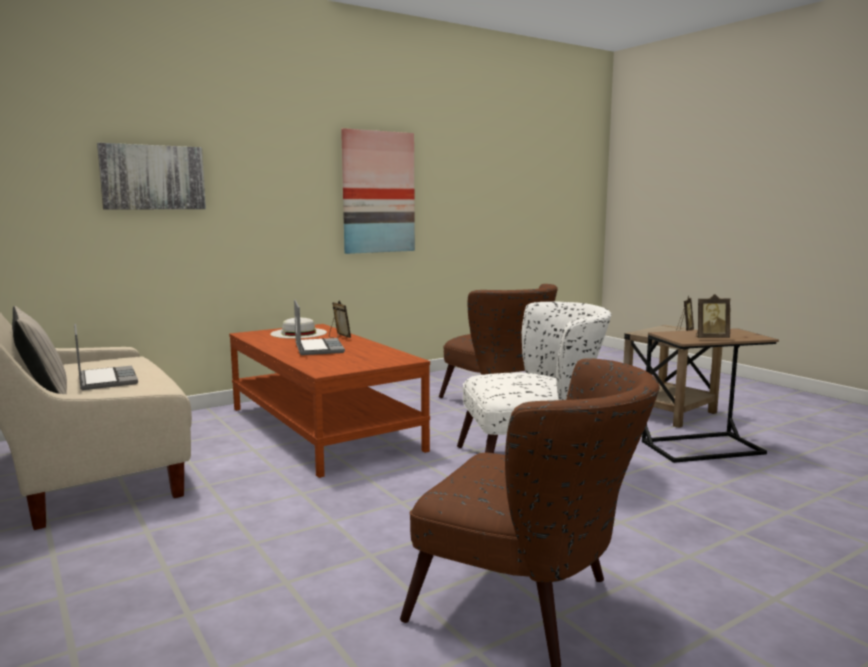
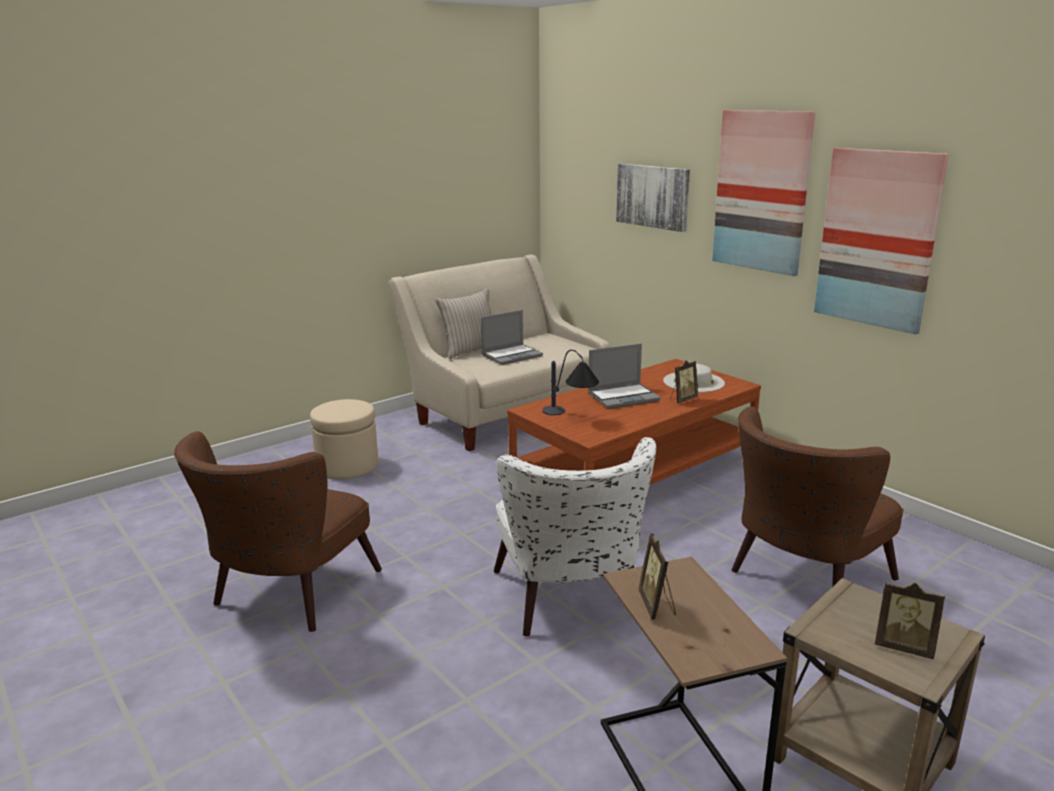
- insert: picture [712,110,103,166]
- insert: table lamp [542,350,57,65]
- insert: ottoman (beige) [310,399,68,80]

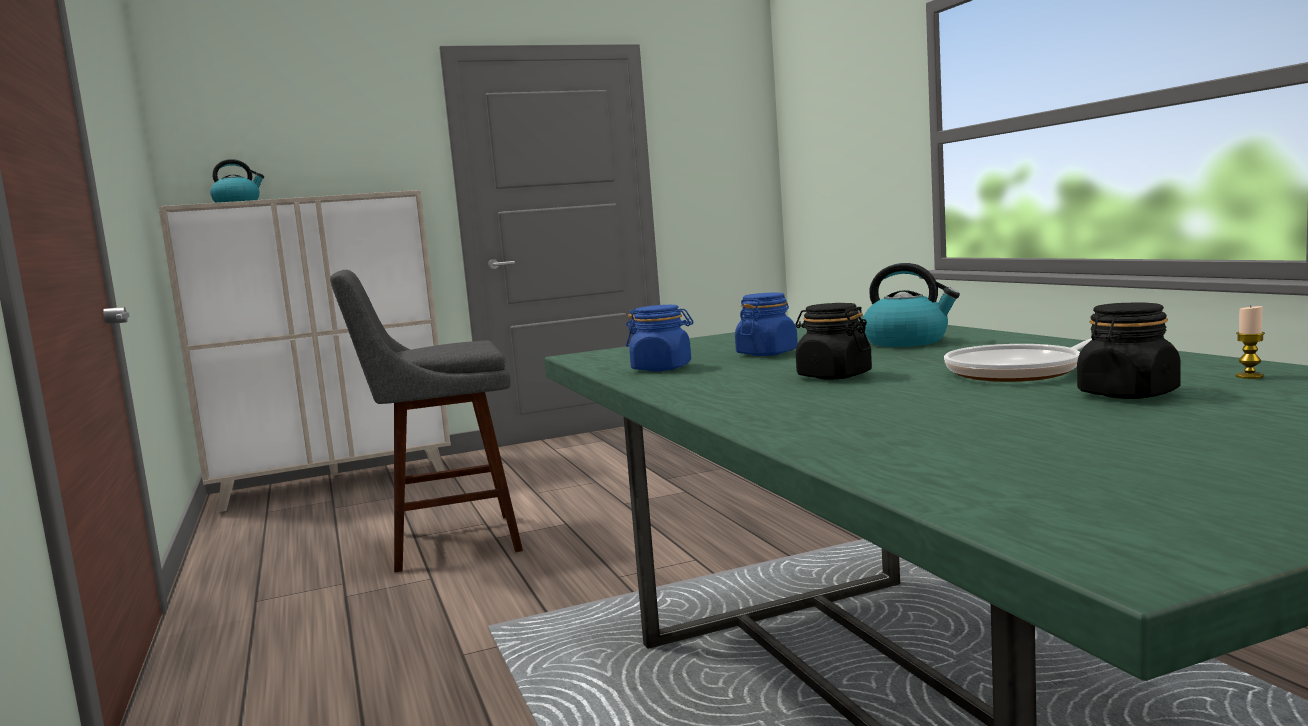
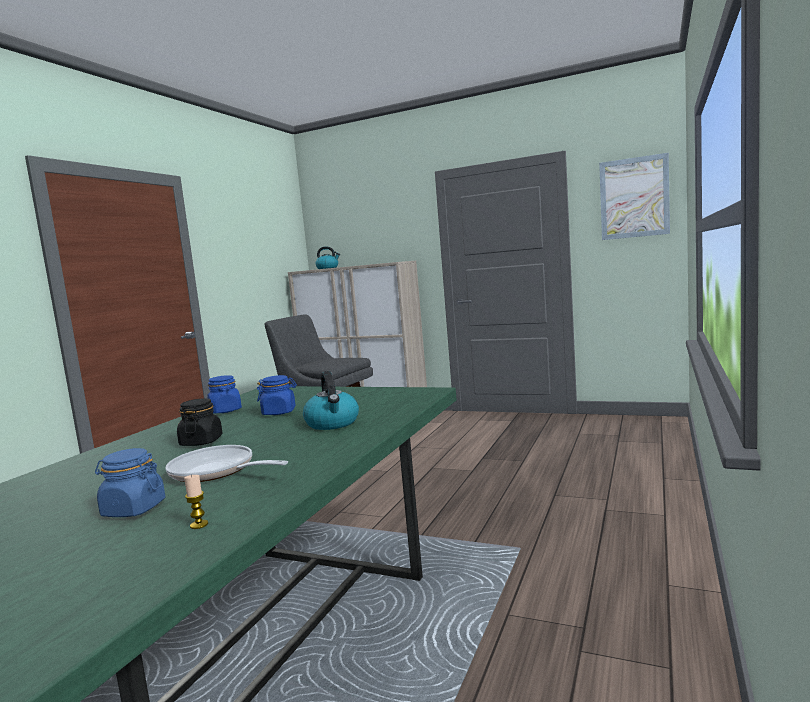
- recolor: jar (black) [1077,302,104,97] to jar (blue) [95,448,70,69]
- insert: picture [599,153,71,87]

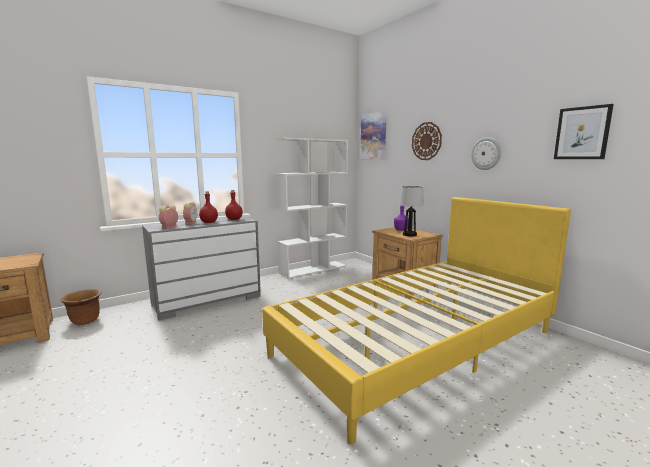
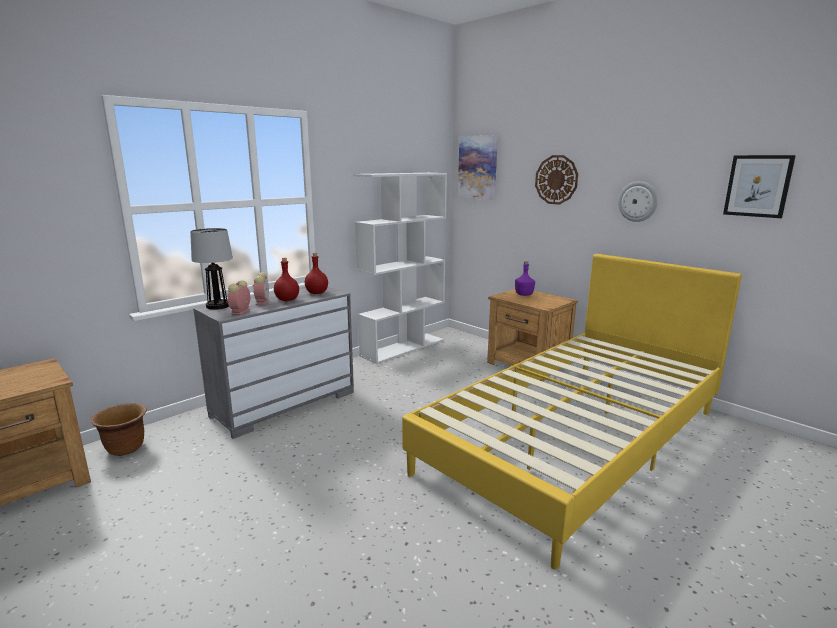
- move: table lamp [399,186,25,50] to [190,228,43,82]

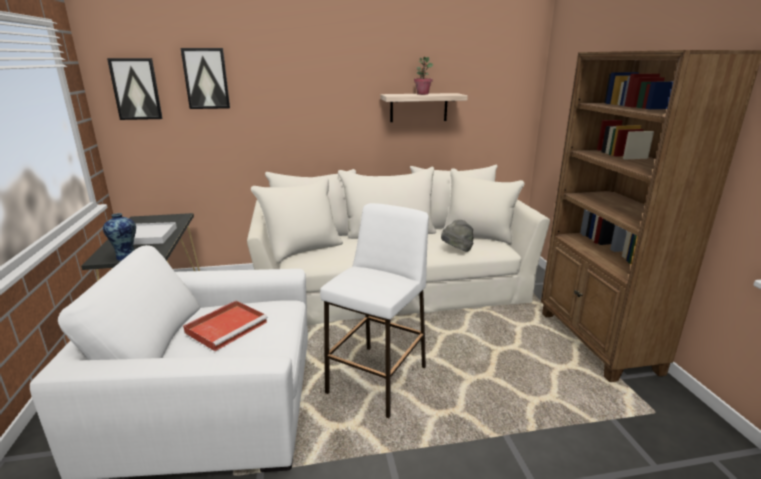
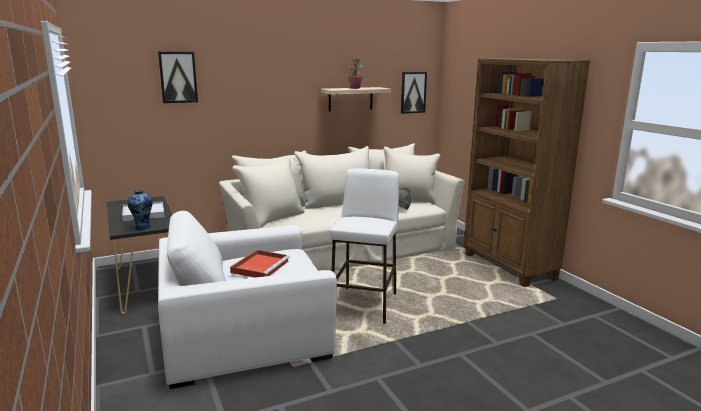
- move: picture [107,58,56,62] to [401,72,26,42]

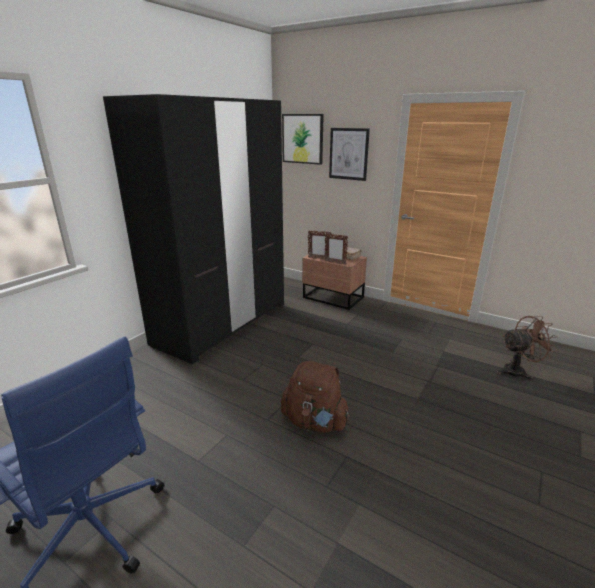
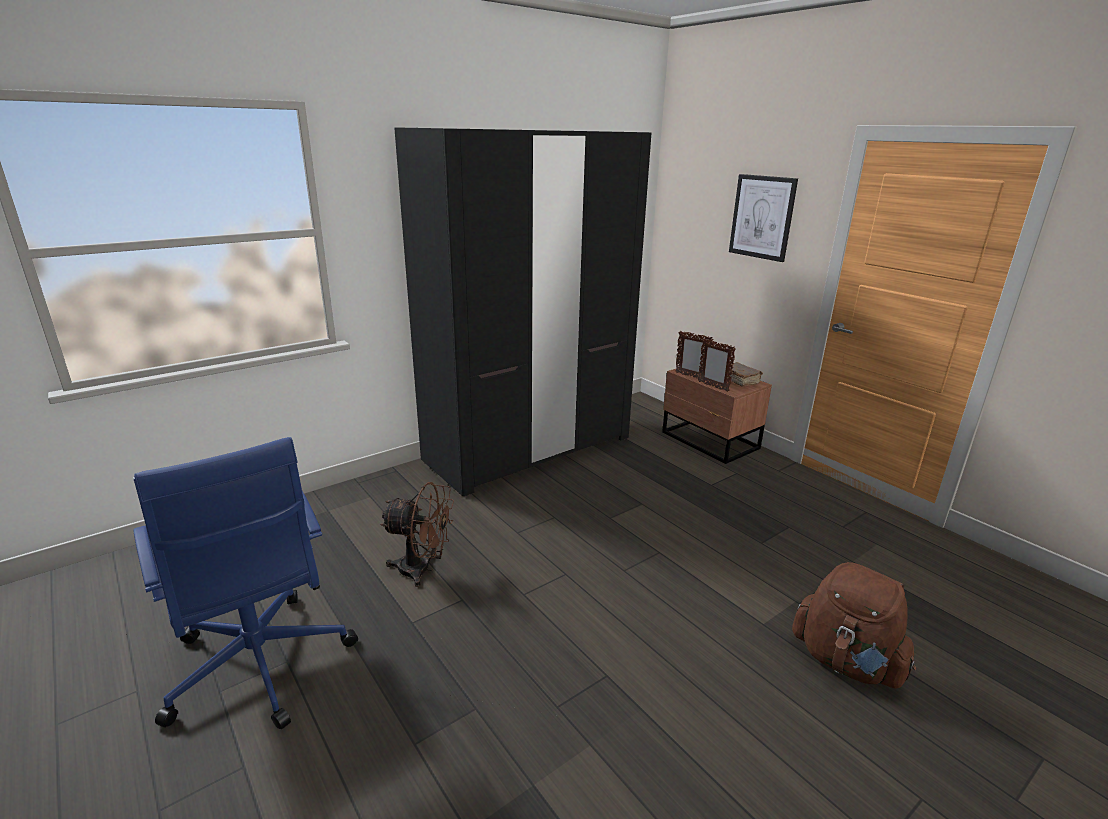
- delete: picture [282,114,42,51]
- move: fan (brown) [497,316,60,65] to [380,482,74,105]
- move: backpack (brown) [281,361,69,72] to [792,562,124,126]

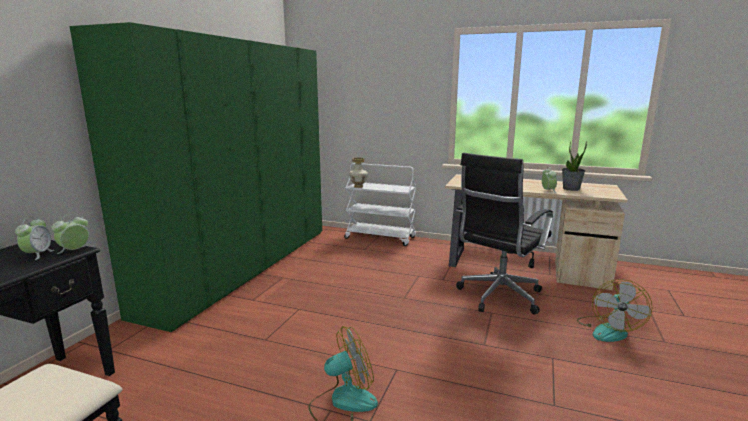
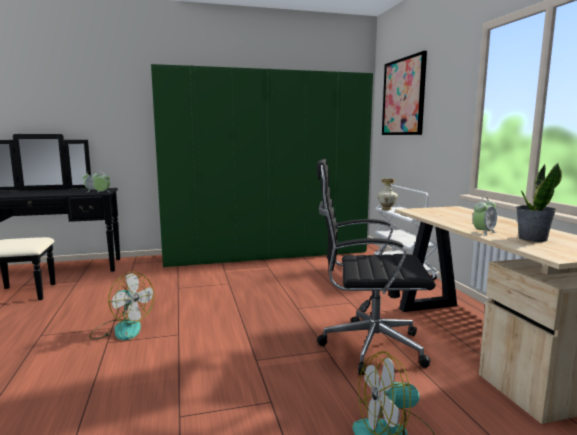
- insert: picture [382,51,45,84]

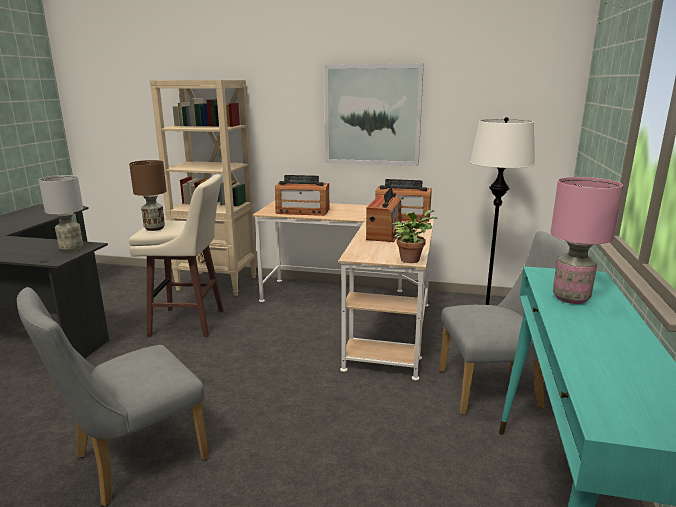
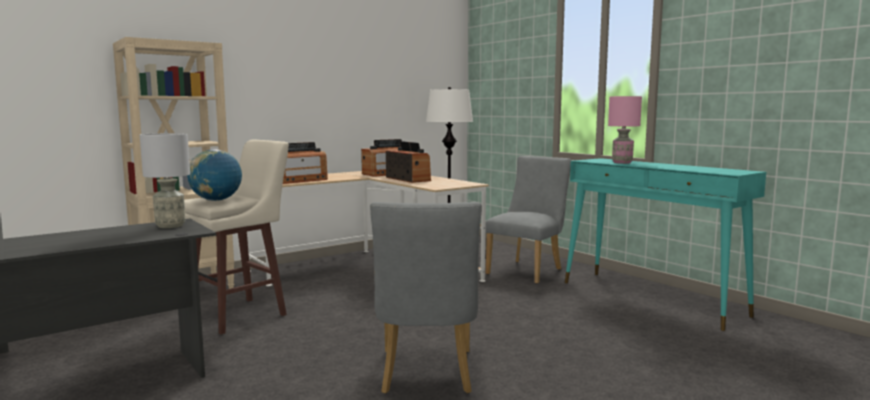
- delete: picture [324,64,100,102]
- replace: table lamp (brown) [129,160,38,71] to globe [187,149,55,52]
- delete: potted plant [392,210,45,53]

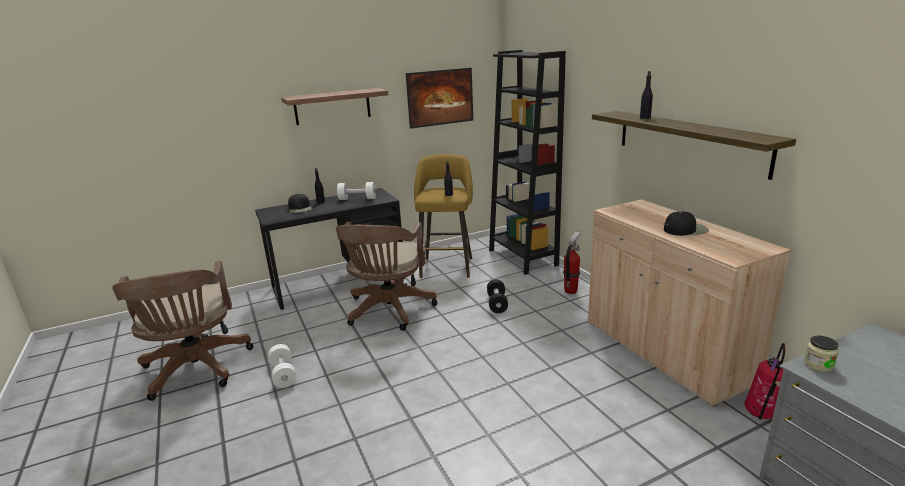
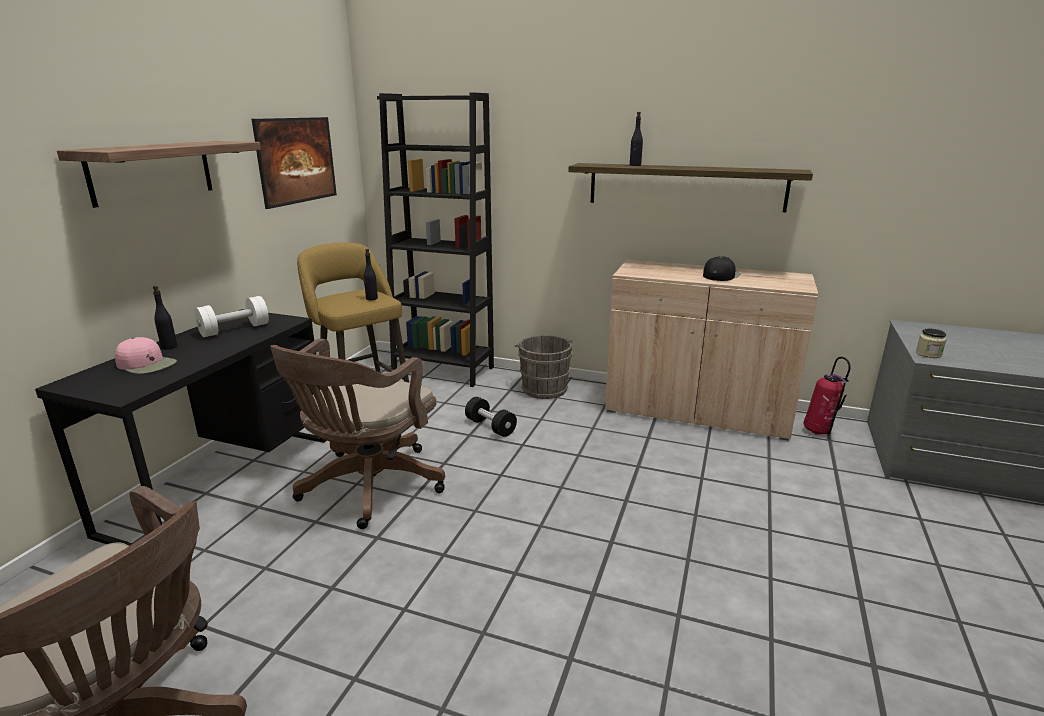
- recolor: cap (black) [288,194,24,19] to cap (pink) [115,337,62,37]
- rotate: office chair (brown) [336,222,102,109] = [270,339,175,190] 60 degrees clockwise
- replace: fire extinguisher [563,231,18,63] to bucket (grey) [515,335,58,64]
- delete: dumbbell (white) [268,344,28,44]

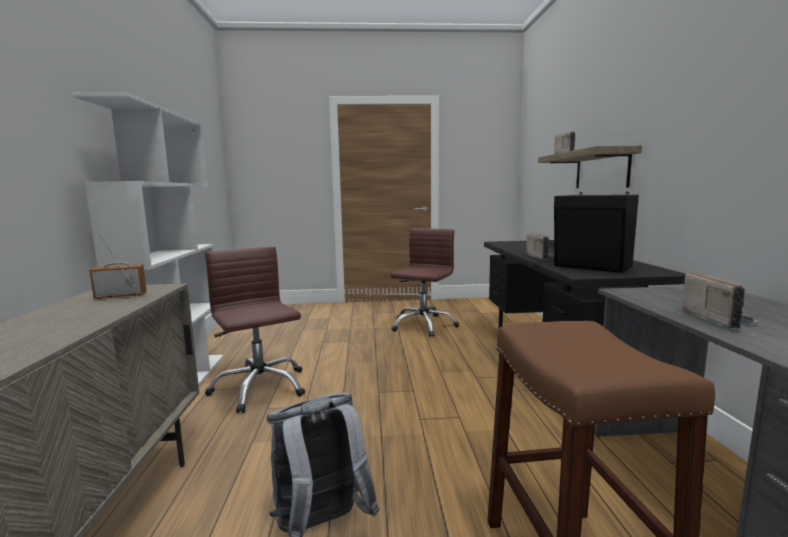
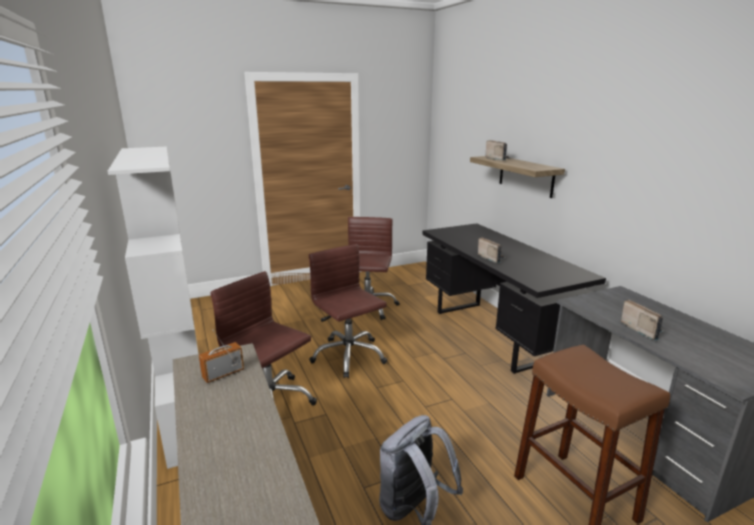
- delete: speaker (black) [554,192,85,81]
- insert: office chair (brown) [309,244,78,134]

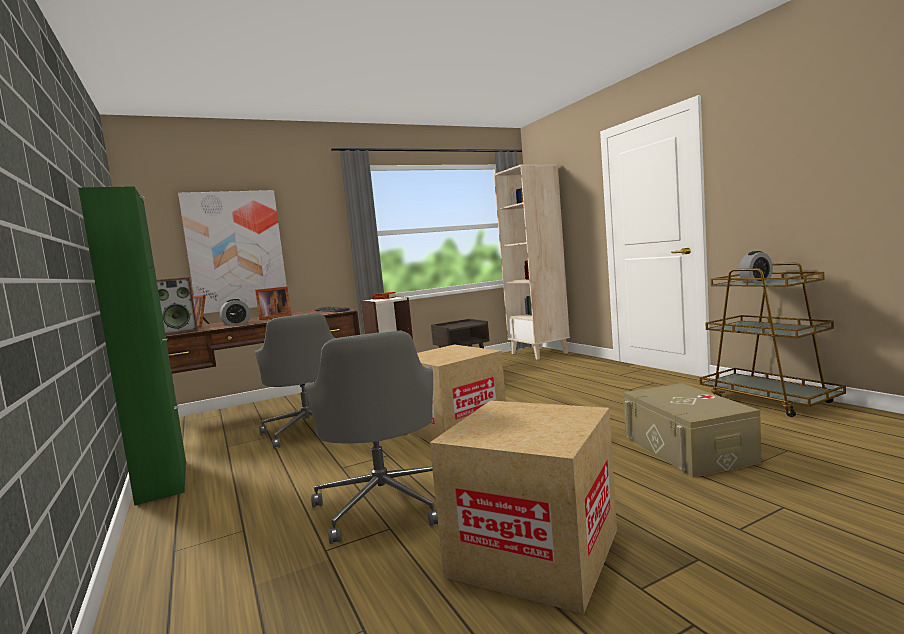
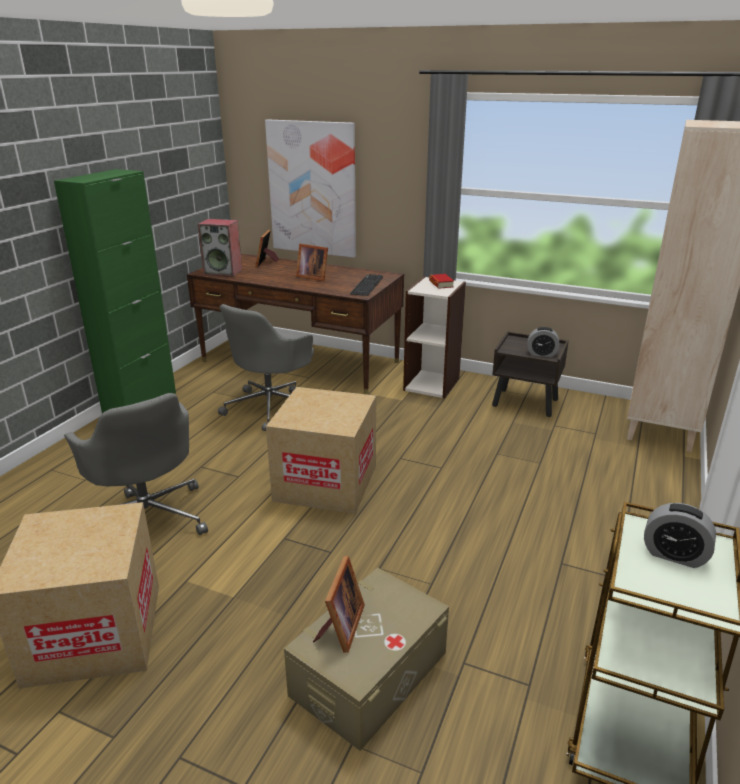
- move: alarm clock [220,299,30,26] to [528,327,31,30]
- rotate: office chair (grey) [305,331,133,213] = [64,393,144,142] 75 degrees counterclockwise
- insert: picture frame [313,556,52,96]

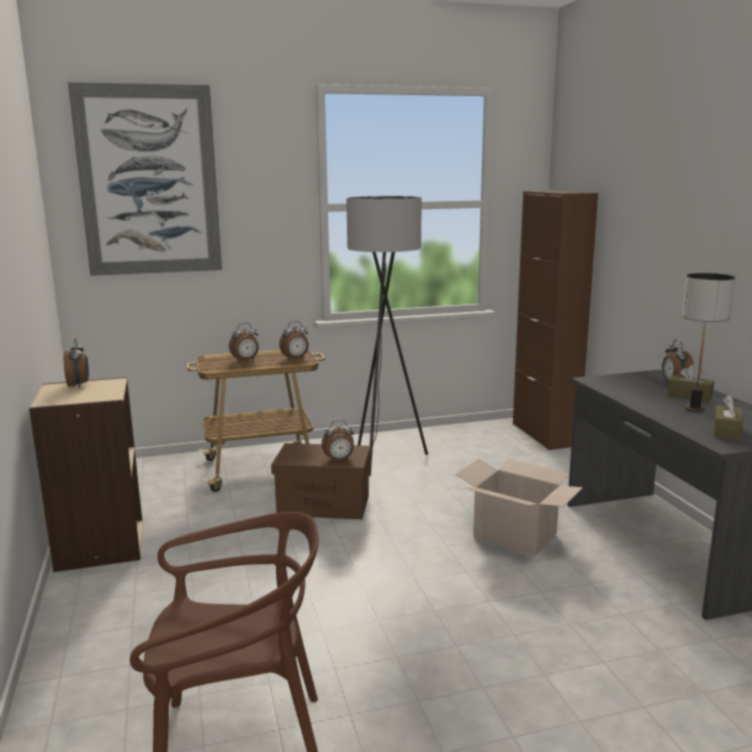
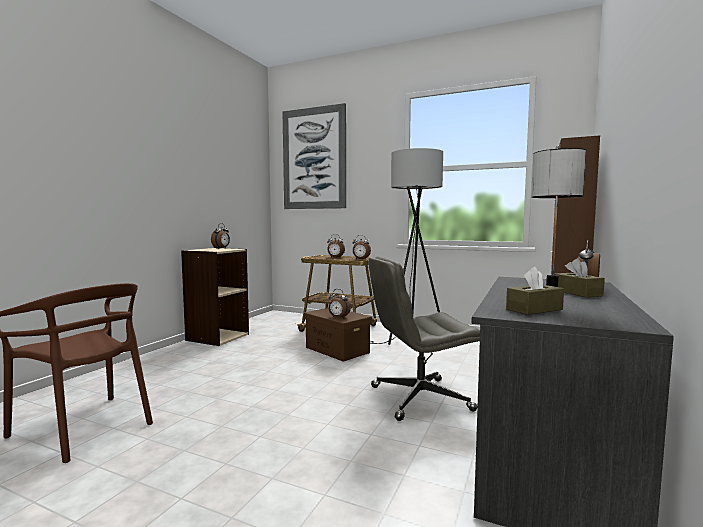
- replace: cardboard box [456,459,127,97] to office chair (grey) [368,256,112,165]

